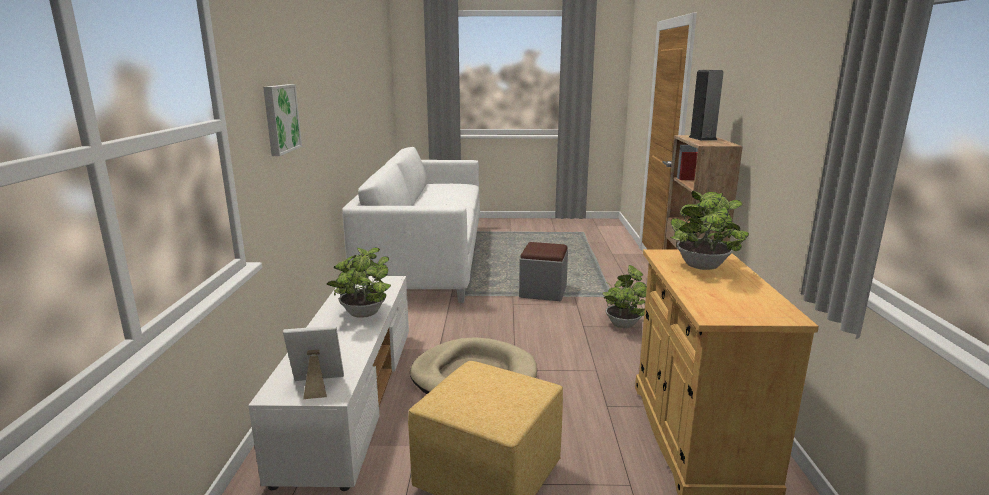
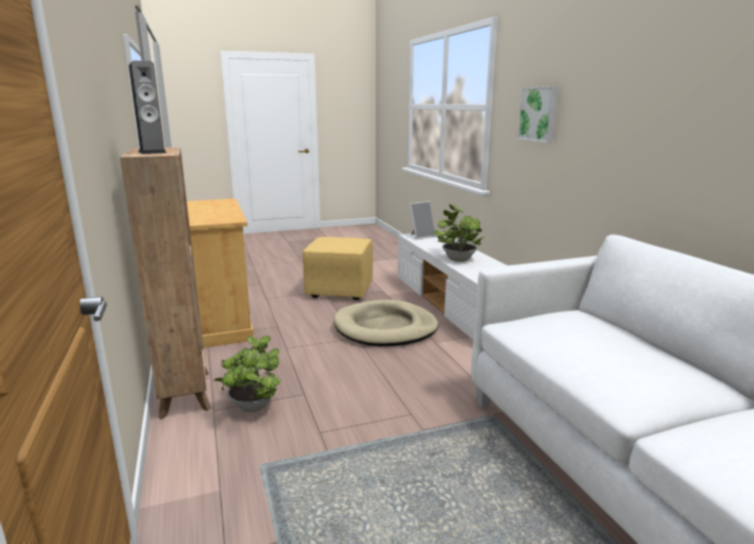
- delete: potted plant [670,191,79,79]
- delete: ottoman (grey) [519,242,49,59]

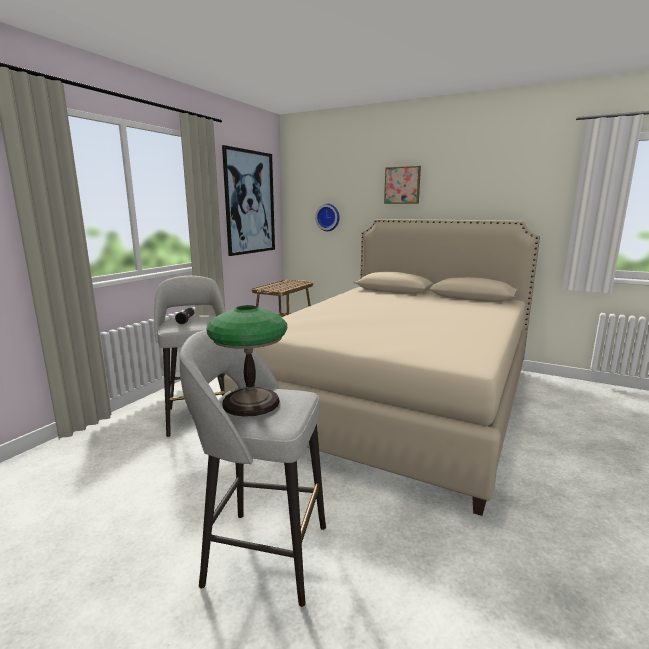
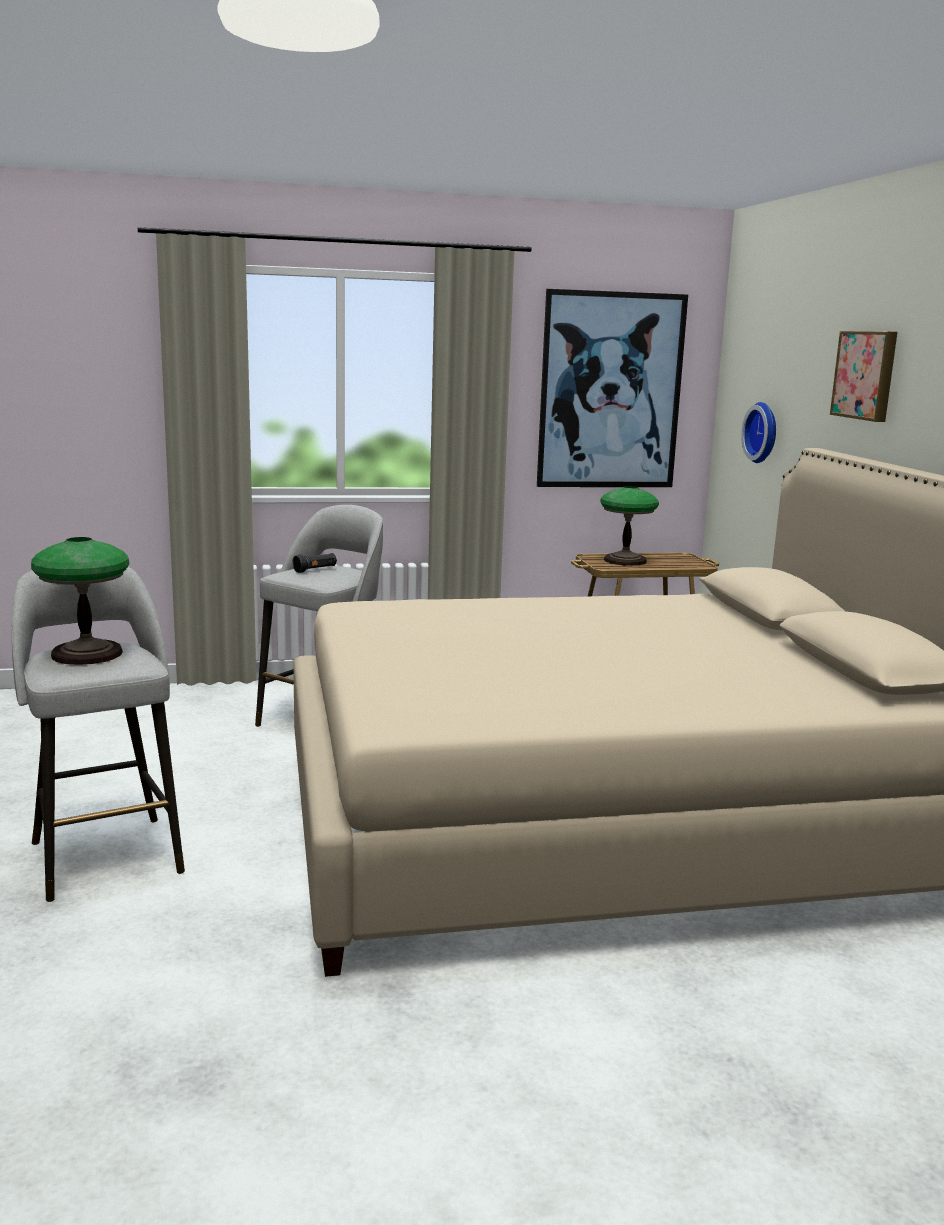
- insert: table lamp [600,486,59,80]

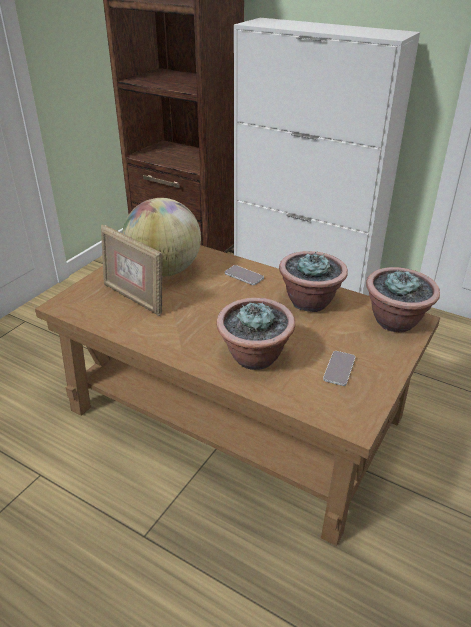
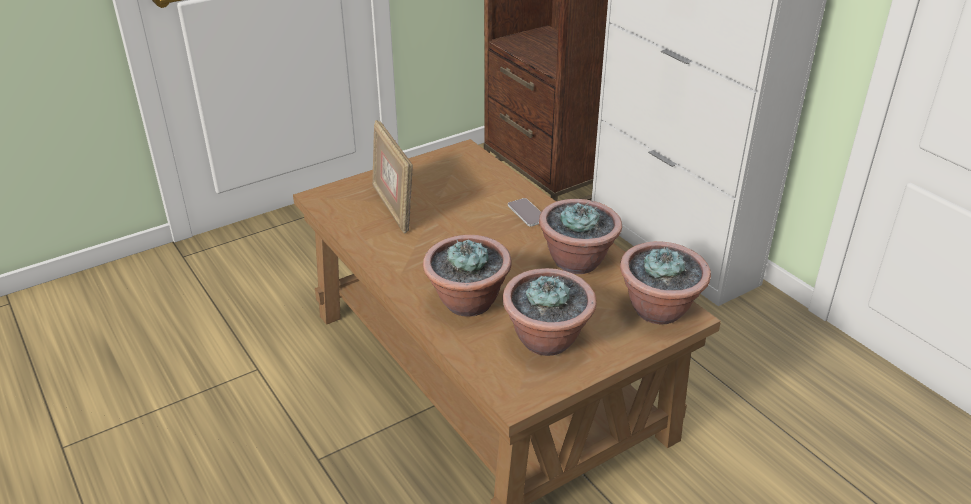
- delete: globe [122,198,79,79]
- replace: phone [323,351,32,35] to potted plant [503,268,93,88]

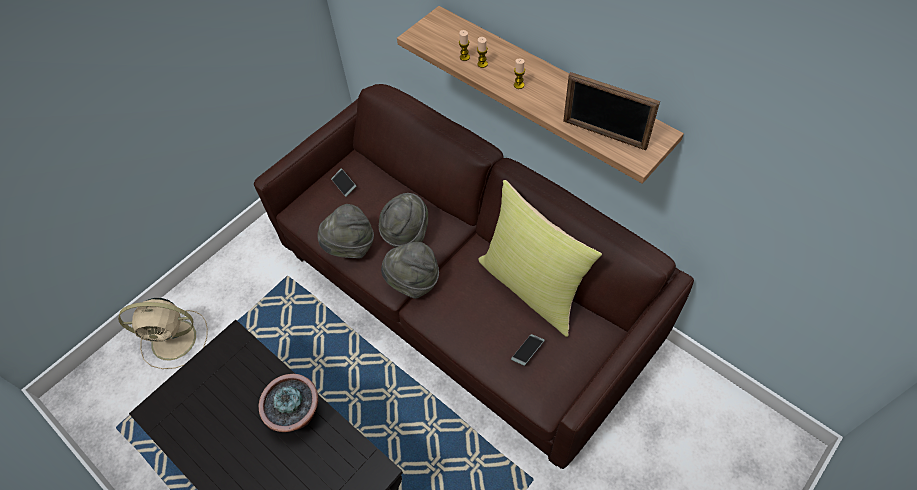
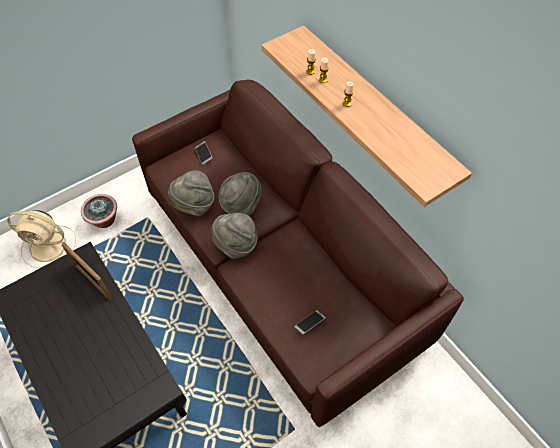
- move: picture frame [563,72,97,78] to [62,241,50,59]
- delete: pillow (yellow) [478,180,124,157]
- move: potted plant [258,374,60,58] to [81,194,36,34]

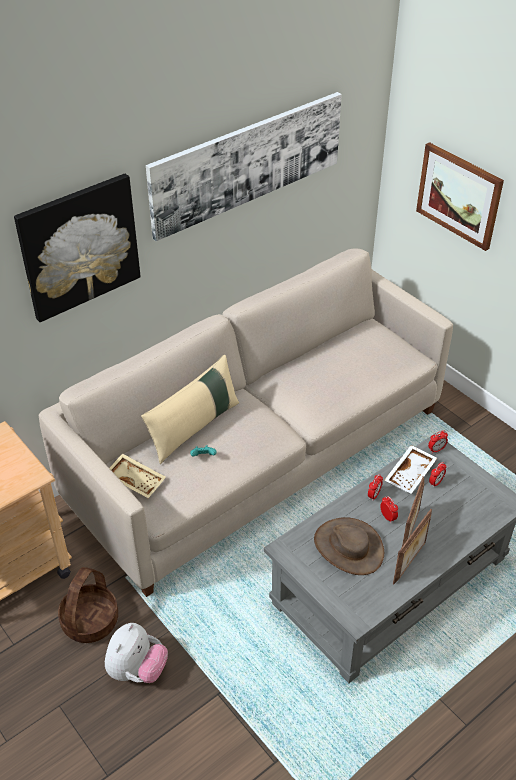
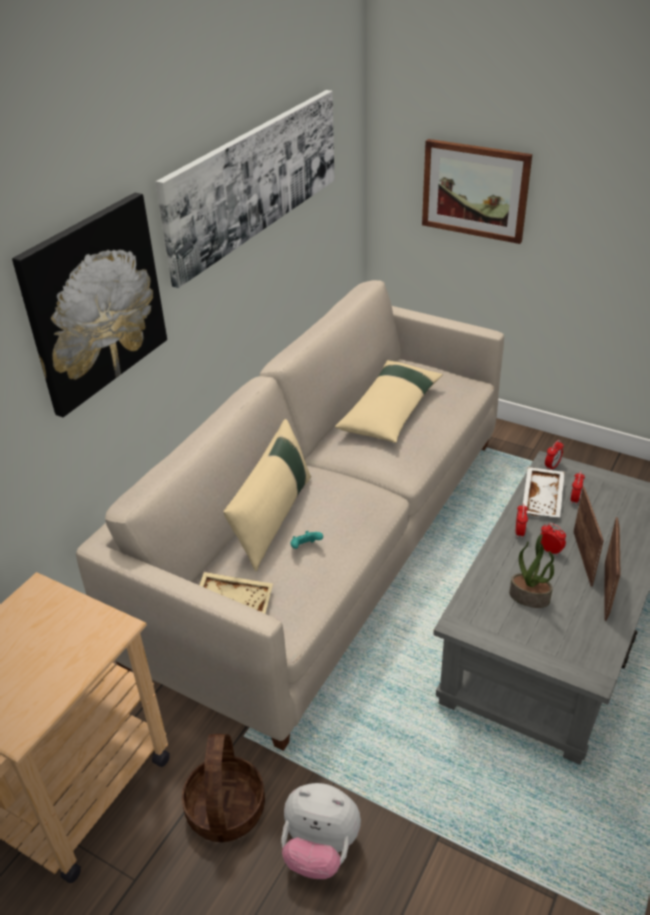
- replace: hat (brown) [314,517,70,58] to potted plant [509,534,45,74]
- rotate: plush toy [105,623,63,60] = [281,783,80,96] 105 degrees clockwise
- insert: pillow (beige) [335,360,108,83]

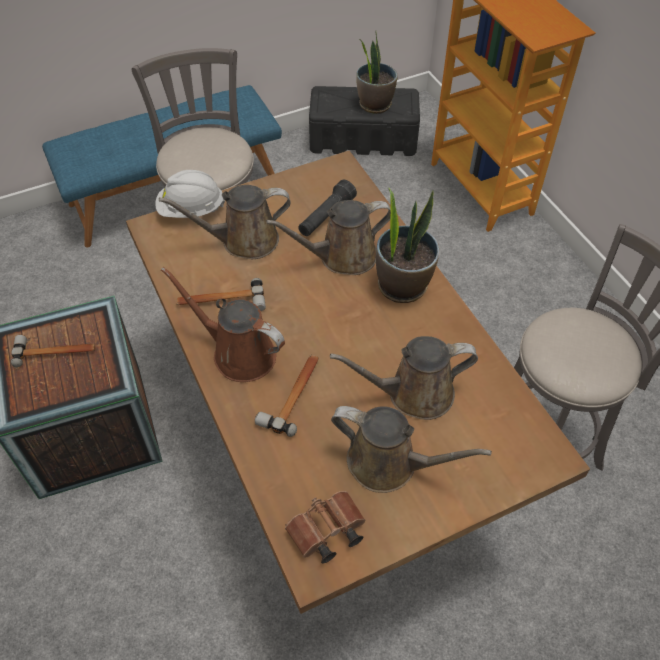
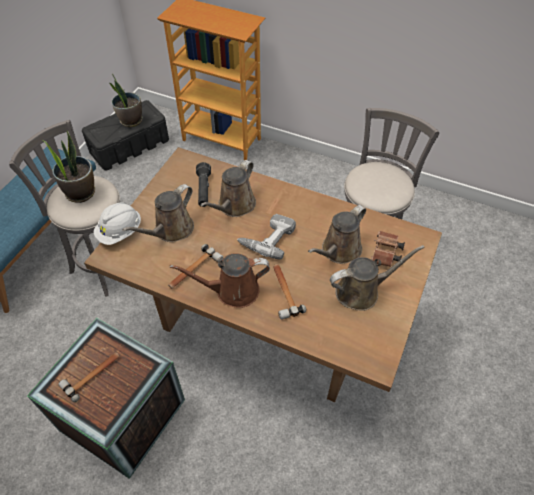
- move: potted plant [376,187,64,116] to [42,131,53,72]
- move: binoculars (brown) [285,491,81,73] to [371,231,34,36]
- insert: power drill [237,214,59,46]

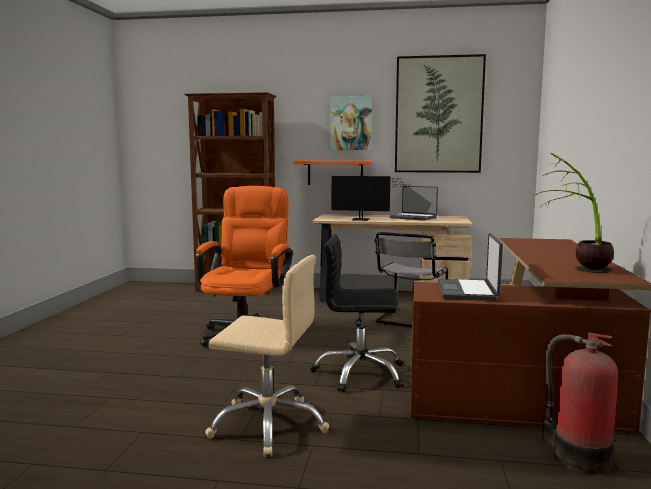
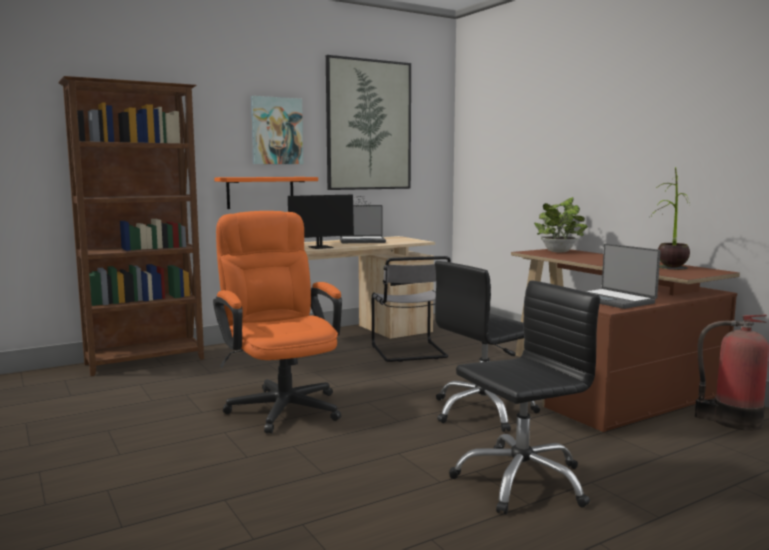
- recolor: office chair (beige) [205,255,124,202] to office chair (black) [449,280,151,235]
- insert: potted plant [534,197,54,56]

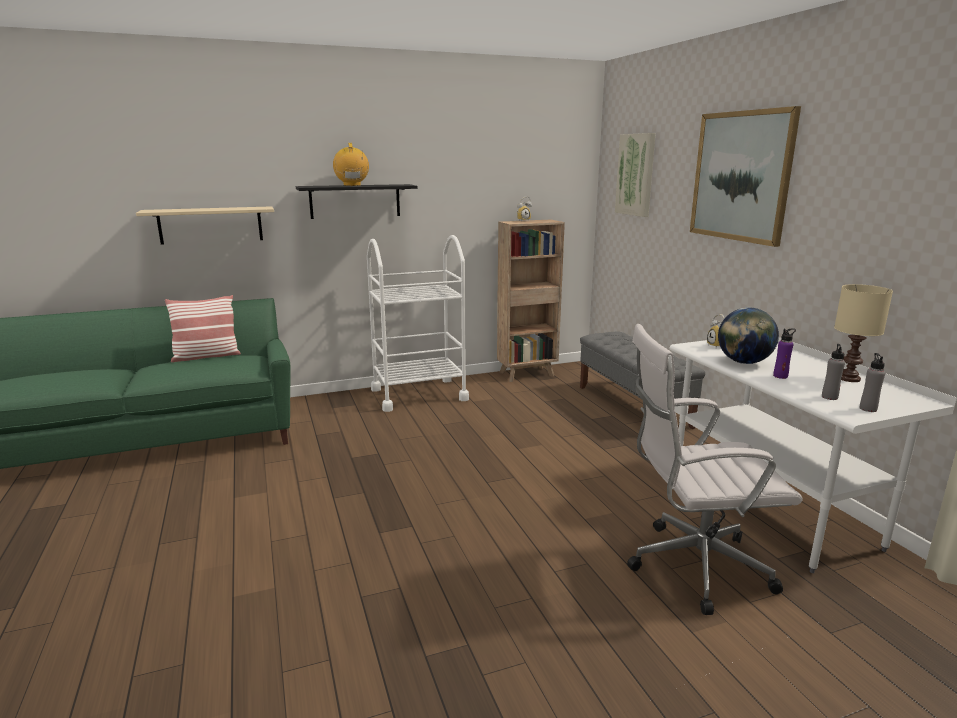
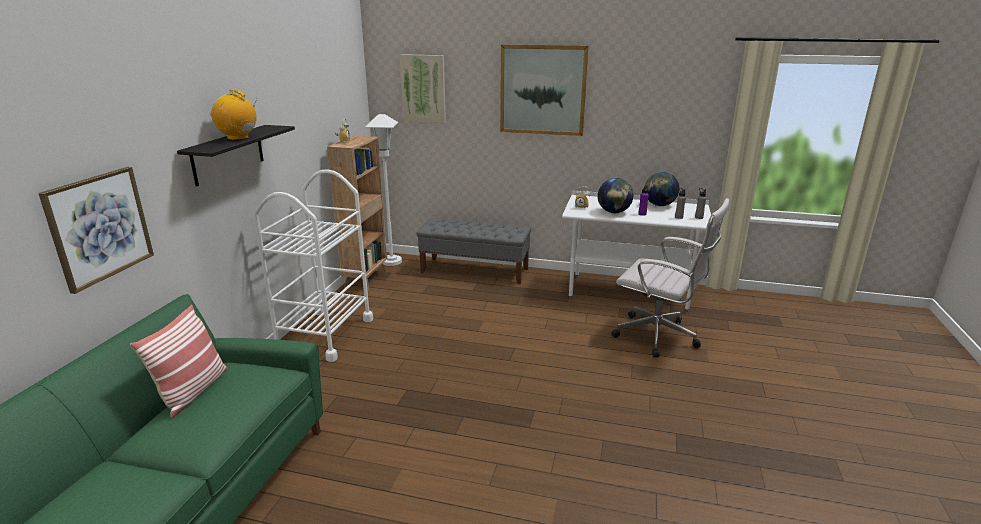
- replace: shelf (beige) [136,206,138,39] to picture [38,167,116,127]
- replace: table lamp (beige) [834,284,59,98] to globe [645,172,34,34]
- rotate: office chair (white) [627,324,176,291] = [611,198,118,160] 90 degrees counterclockwise
- insert: floor lamp (white) [365,114,37,152]

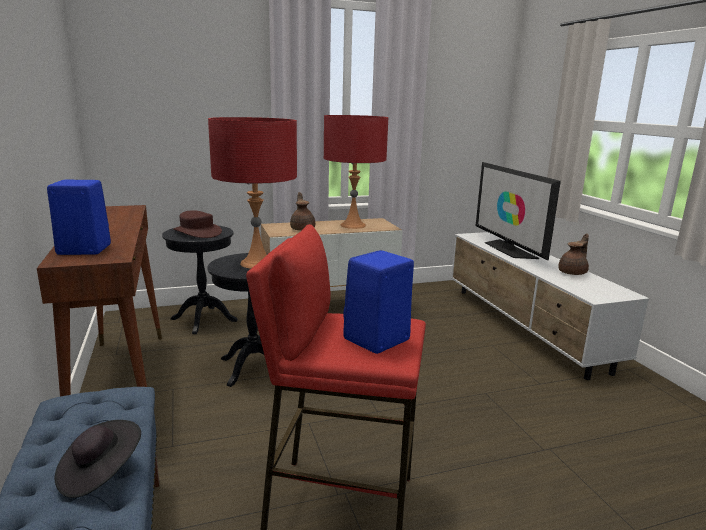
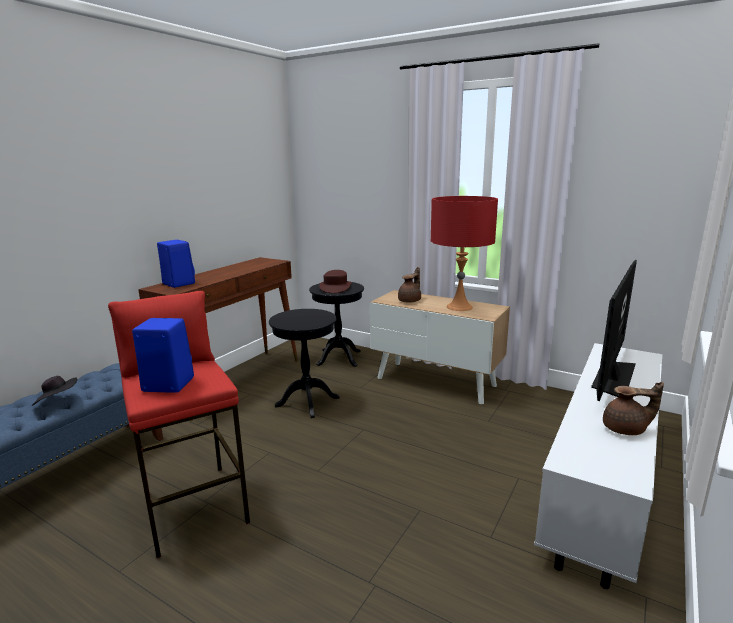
- delete: table lamp (red) [208,117,89,152]

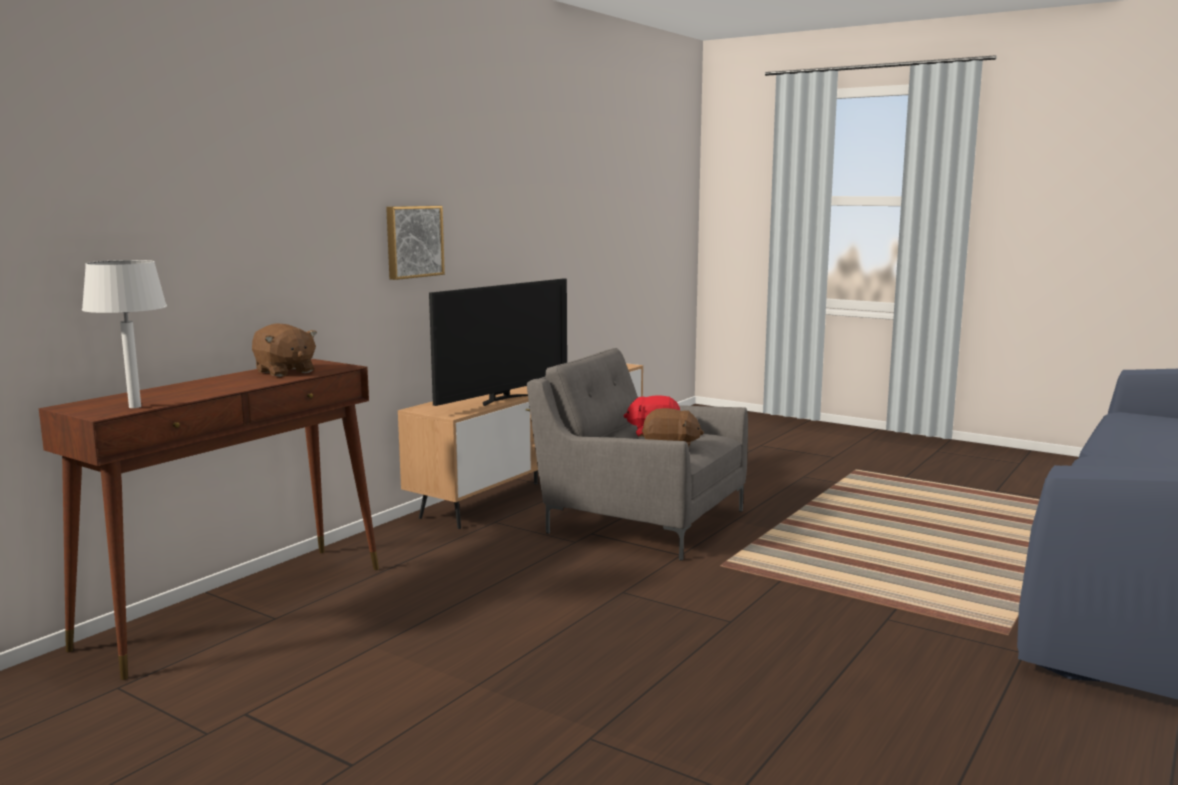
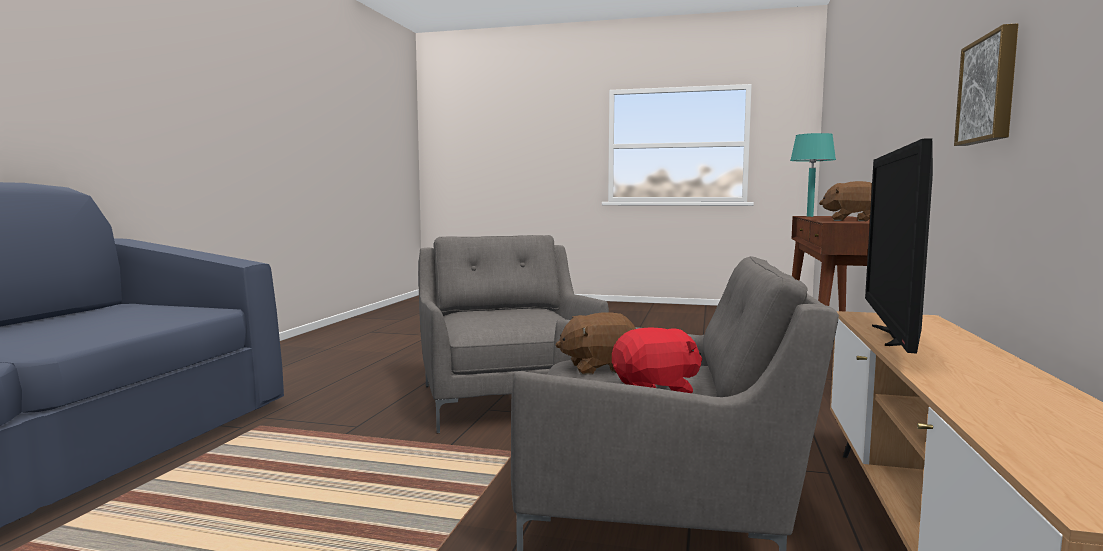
- recolor: table lamp (white) [82,260,85,148] to table lamp (turquoise) [790,133,46,84]
- insert: armchair (grey) [418,235,191,198]

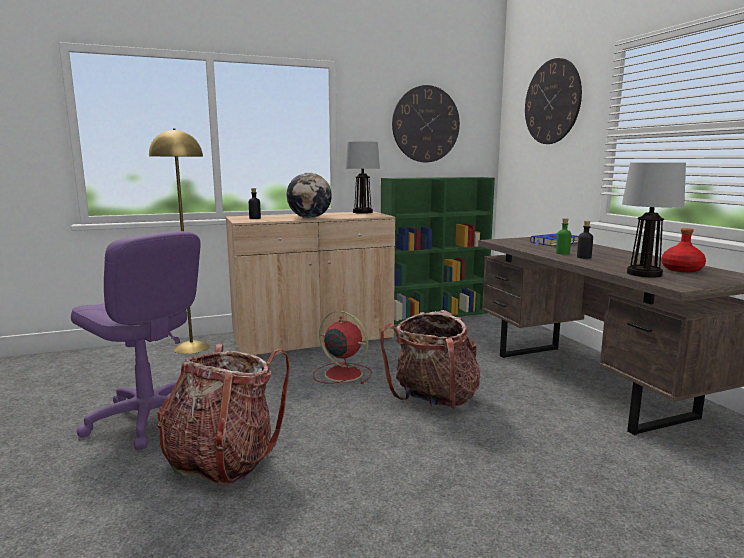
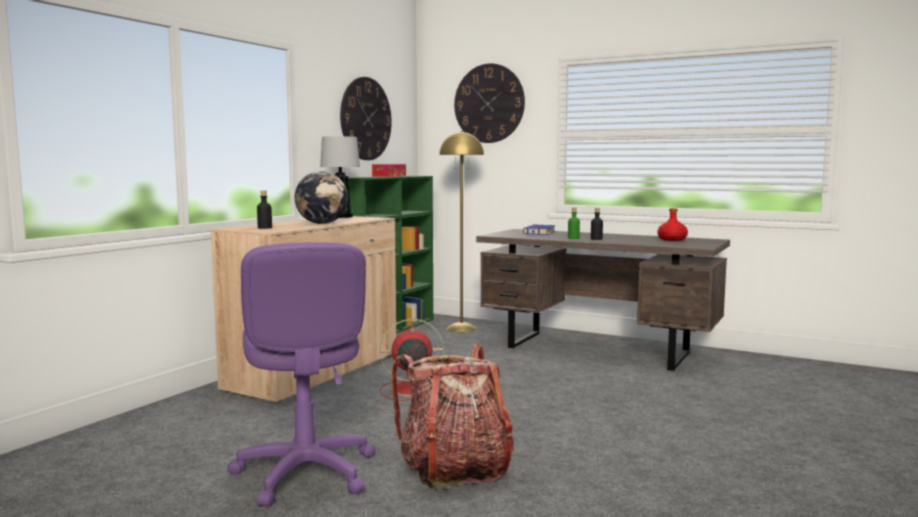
- move: floor lamp (yellow) [149,128,61,226] to [439,131,45,201]
- delete: table lamp [622,162,64,115]
- rotate: office chair (purple) [71,231,130,219] = [227,242,149,265] 75 degrees clockwise
- delete: backpack [380,310,100,99]
- insert: tissue box [372,164,34,13]

